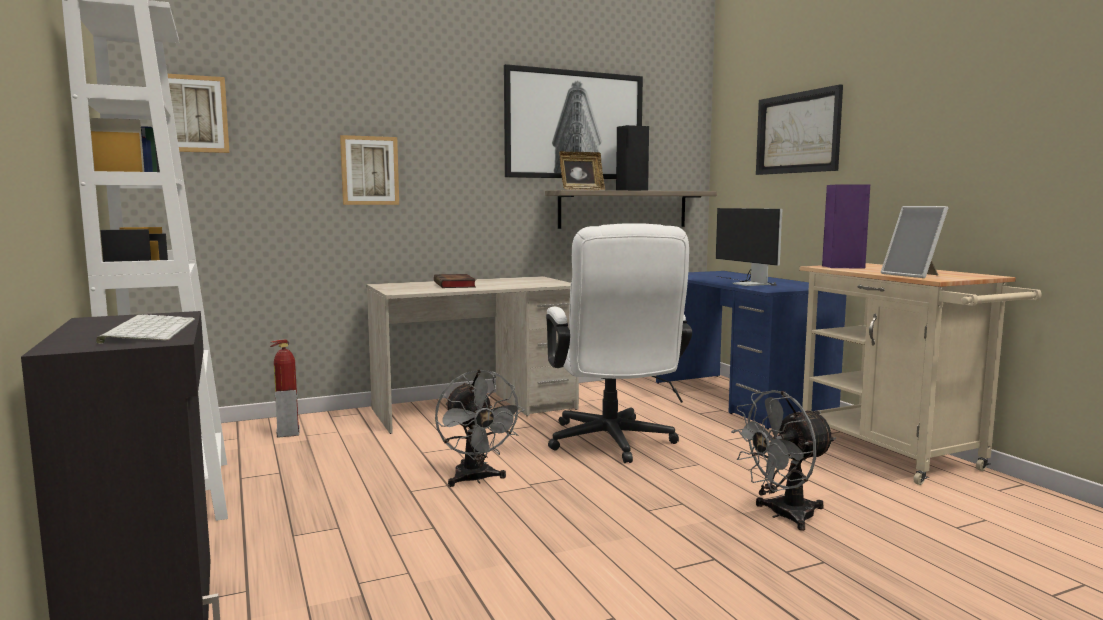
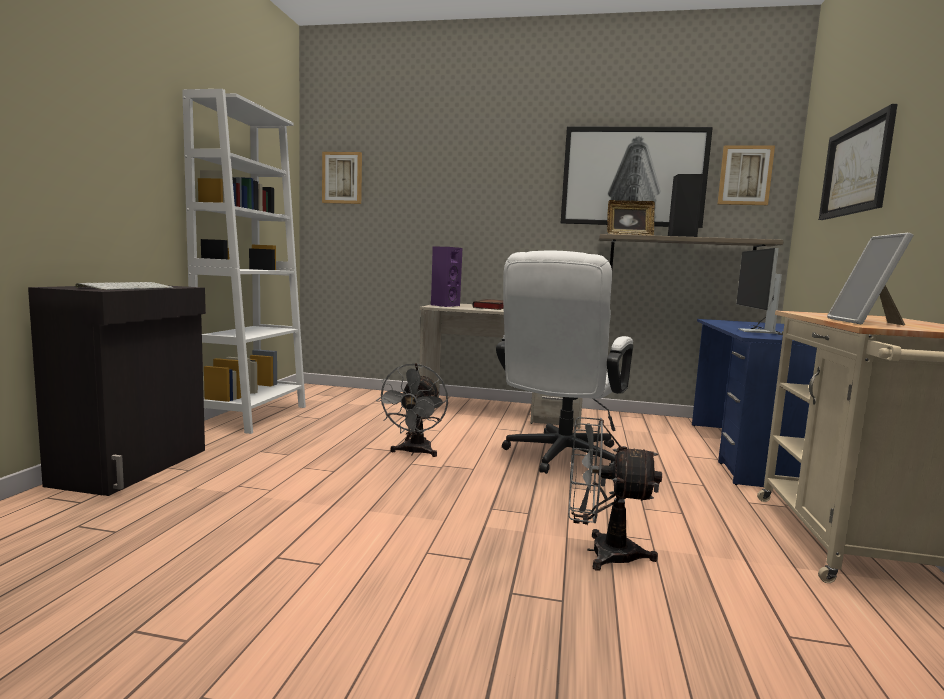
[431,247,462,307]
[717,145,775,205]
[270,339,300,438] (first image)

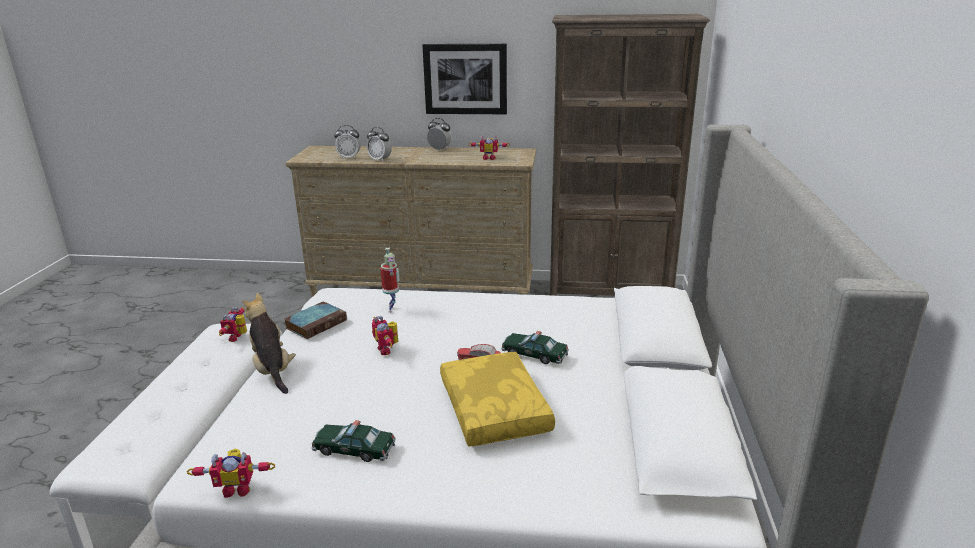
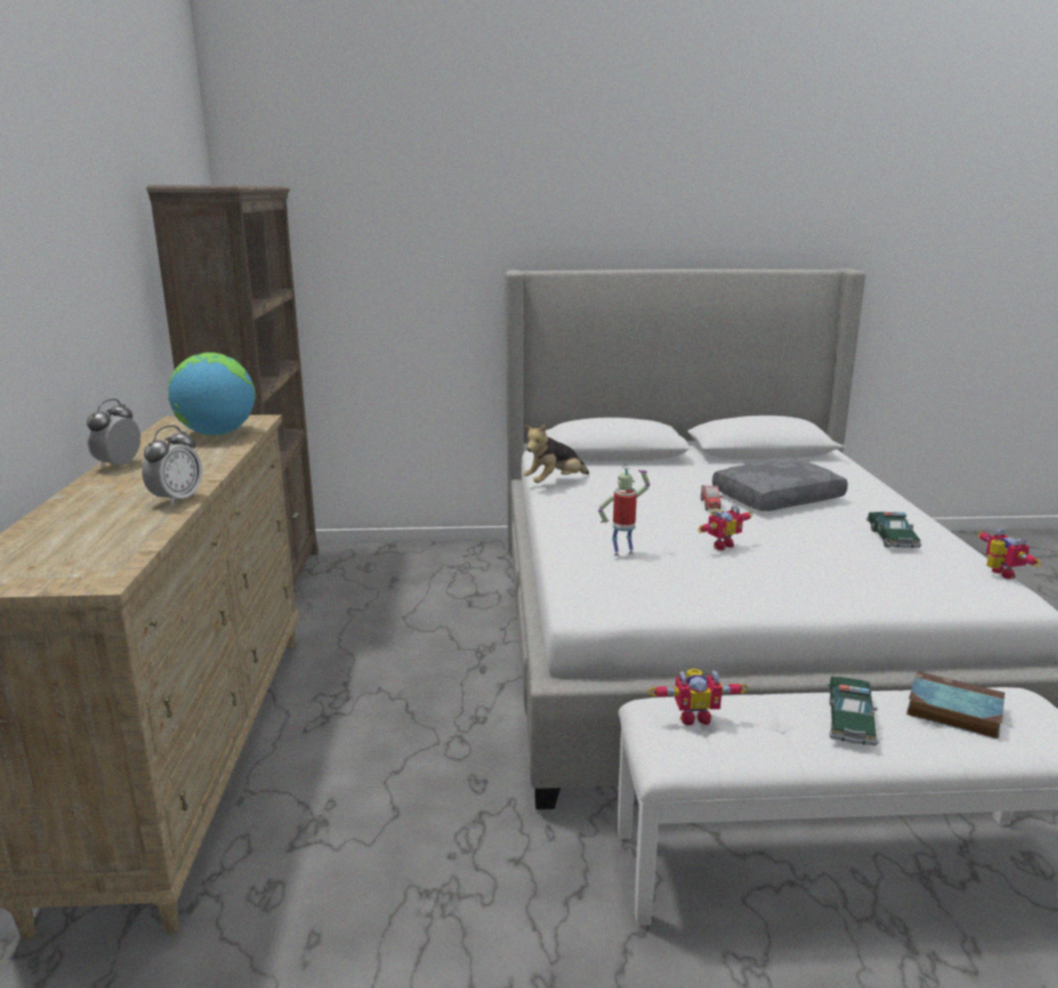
[168,353,255,436]
[523,425,589,483]
[712,458,848,511]
[828,676,878,746]
[906,671,1005,739]
[334,125,361,159] (first image)
[422,44,507,114] (first image)

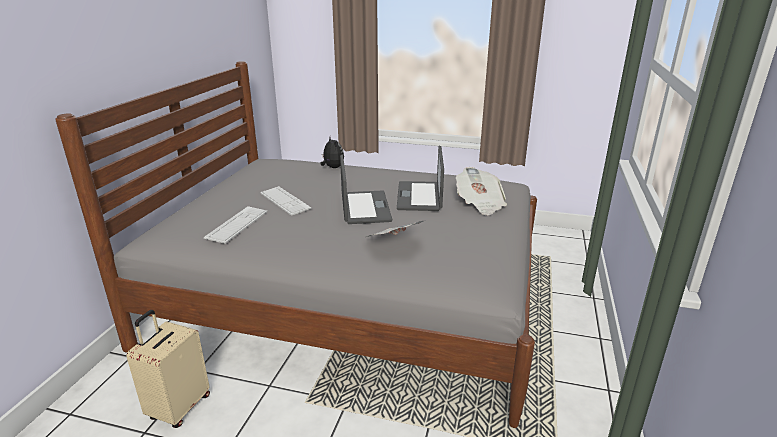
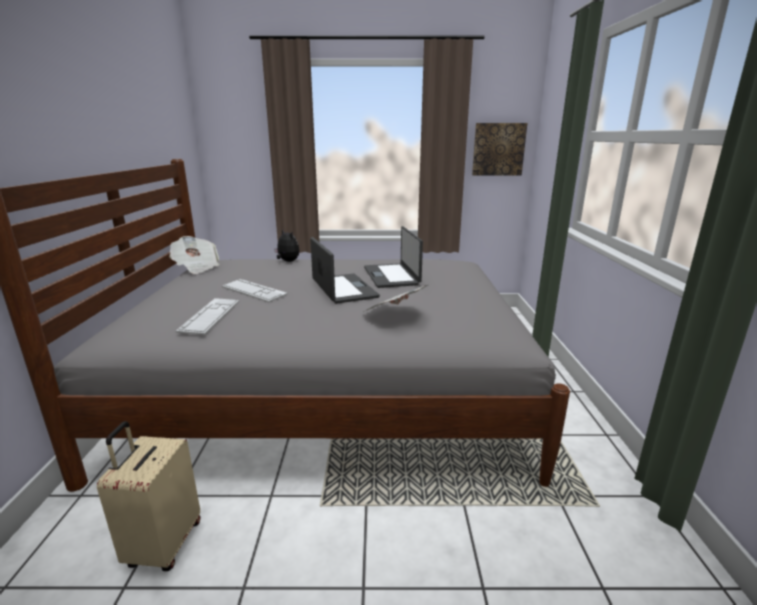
[169,236,219,274]
[472,123,527,175]

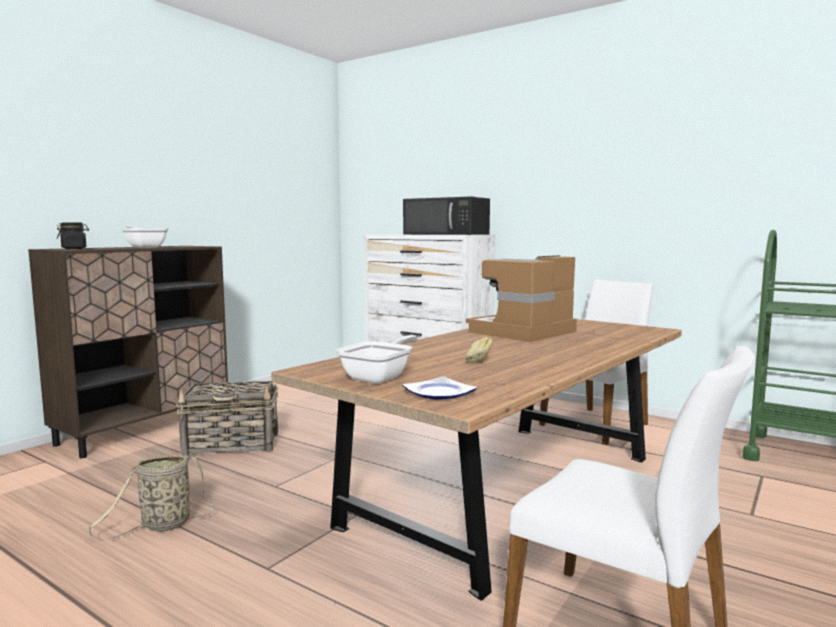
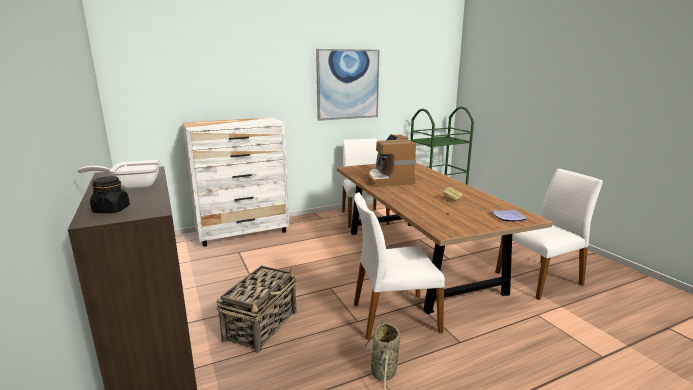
[316,49,379,121]
[354,192,445,340]
[336,335,418,384] (first image)
[403,196,490,235] (first image)

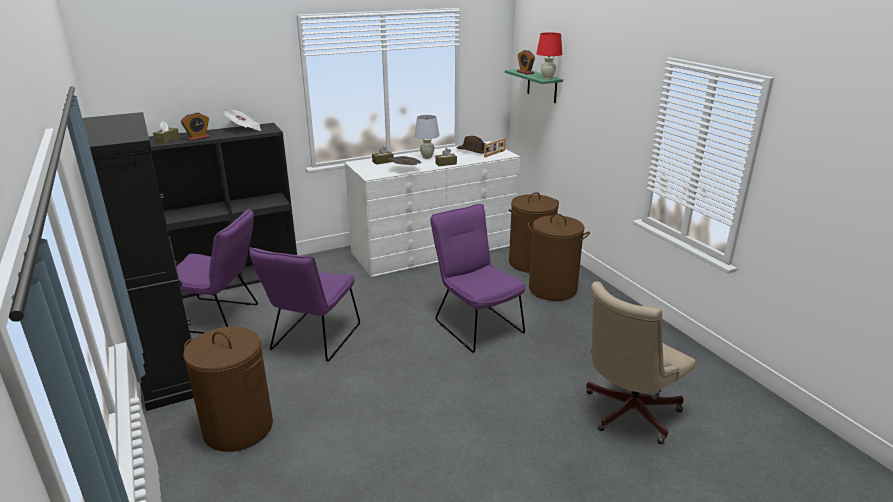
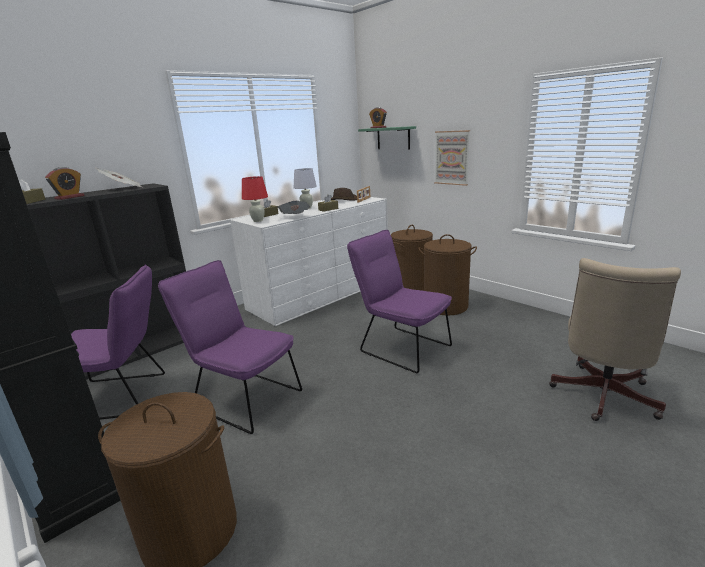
[158,260,302,434]
[242,176,268,222]
[434,130,470,186]

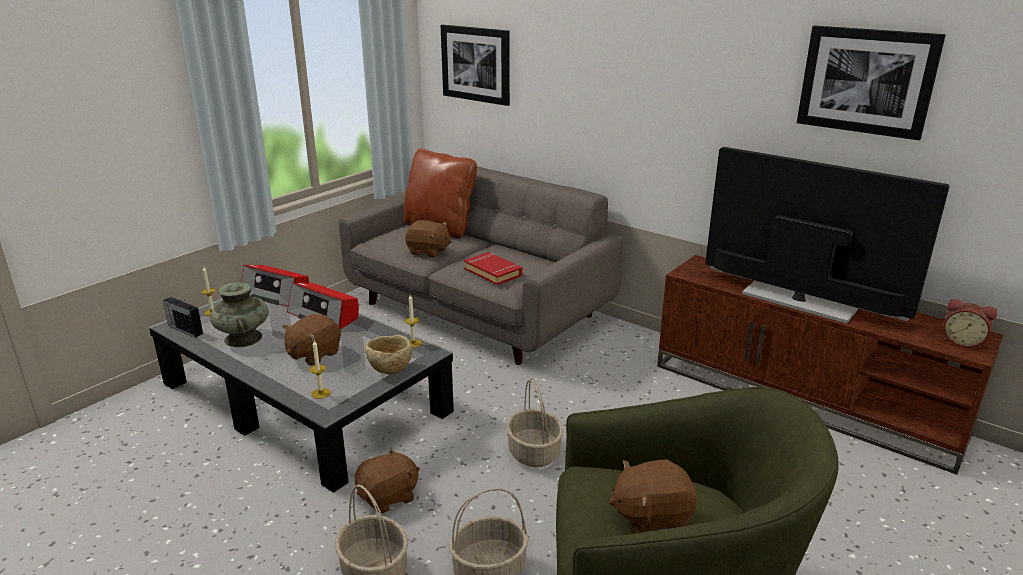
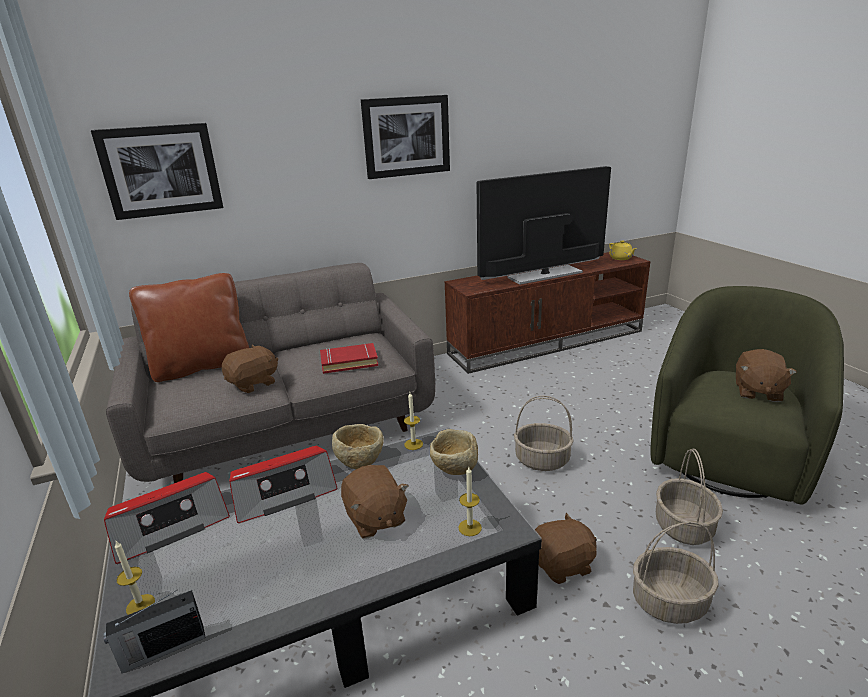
[332,424,384,469]
[361,95,450,179]
[535,512,597,584]
[609,241,637,260]
[210,282,269,347] (first image)

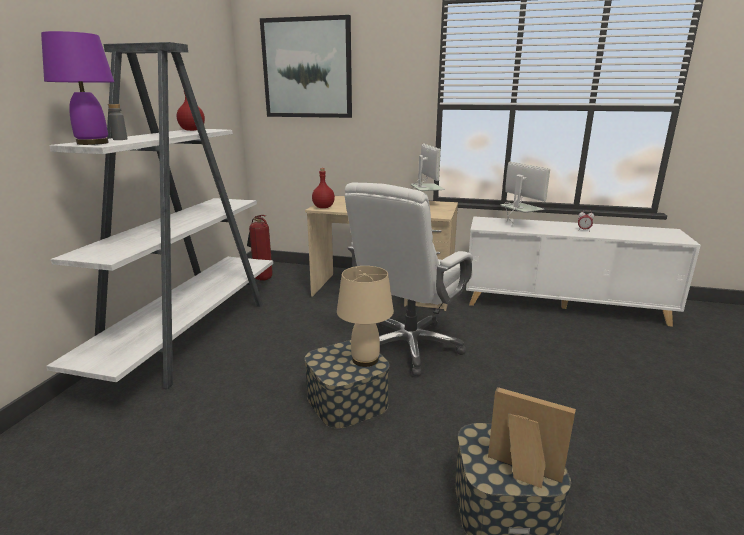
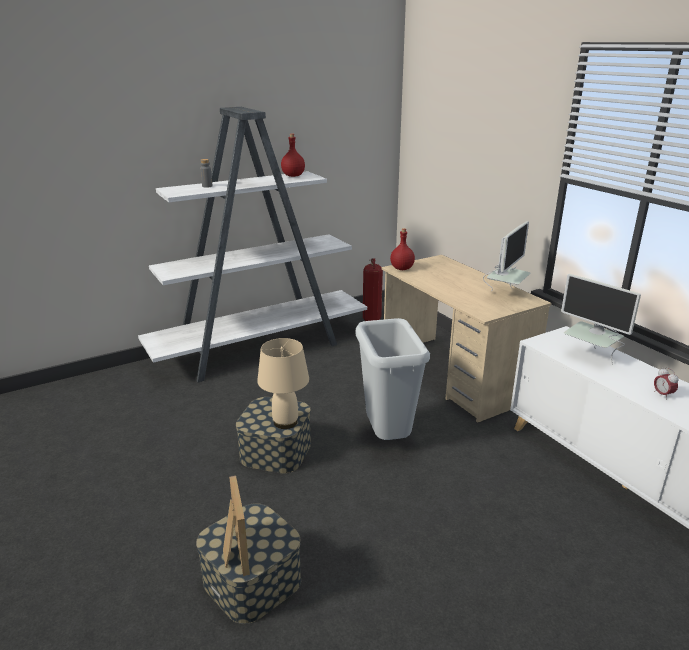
[355,318,430,440]
[561,274,641,365]
[41,31,114,145] (first image)
[260,15,352,118] (first image)

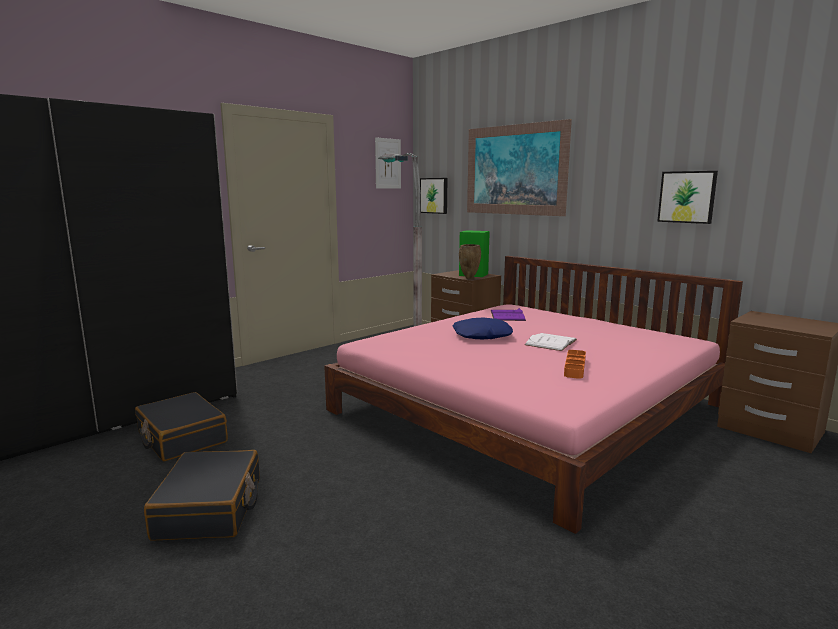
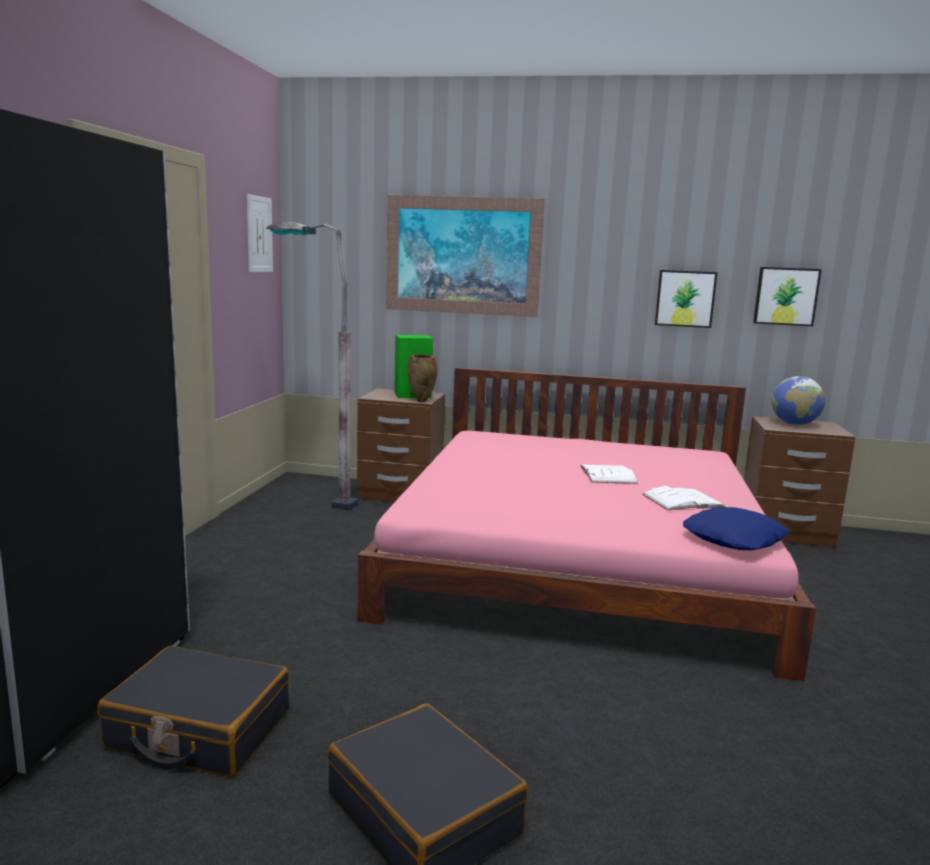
[642,486,725,510]
[683,507,789,550]
[753,267,822,326]
[772,376,825,425]
[491,308,526,321] (first image)

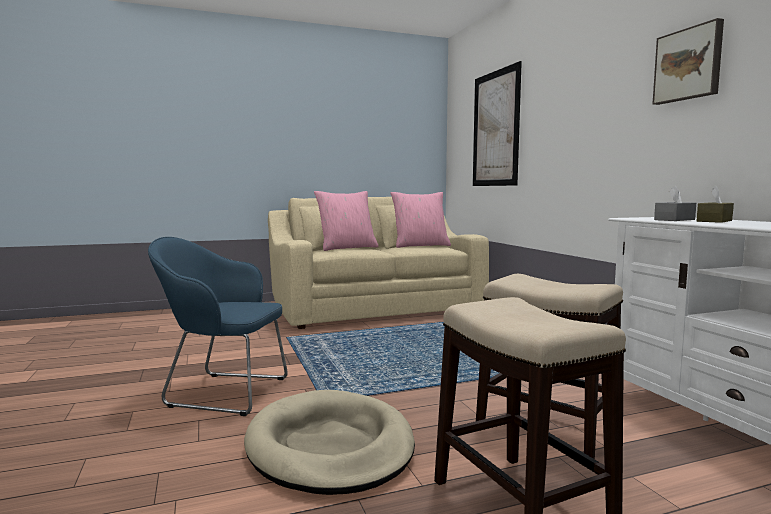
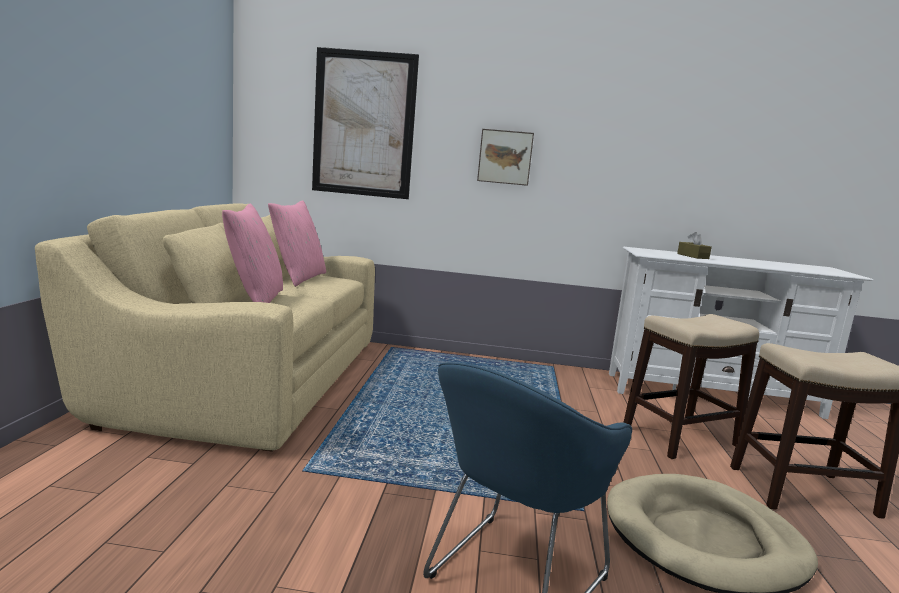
[477,129,534,186]
[654,186,696,221] (first image)

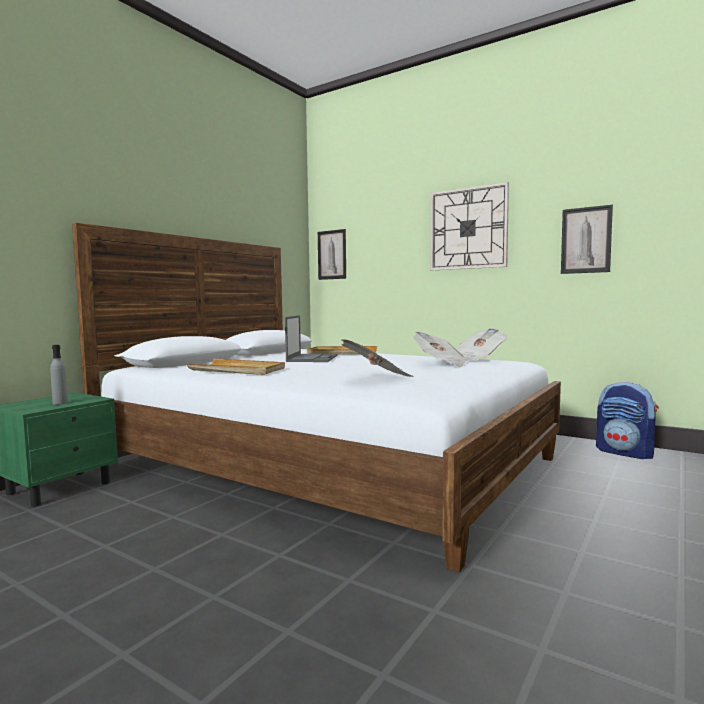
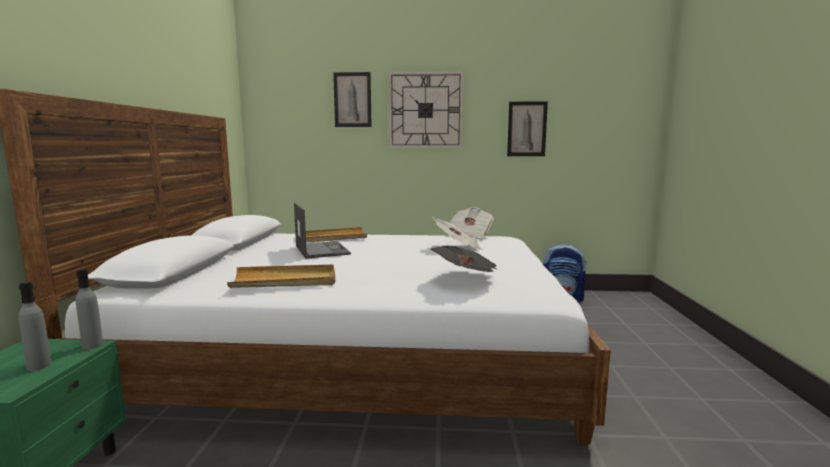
[76,269,103,350]
[333,72,372,127]

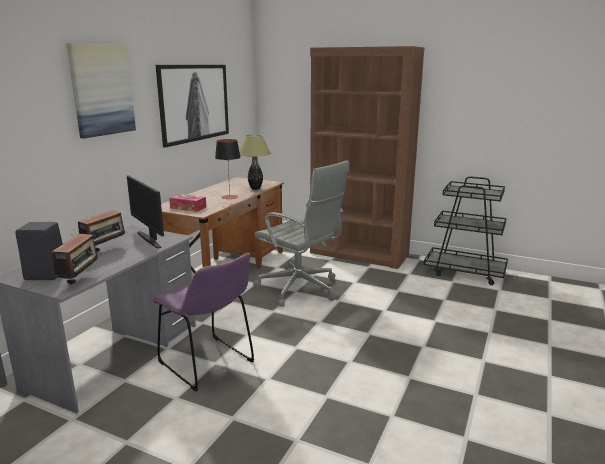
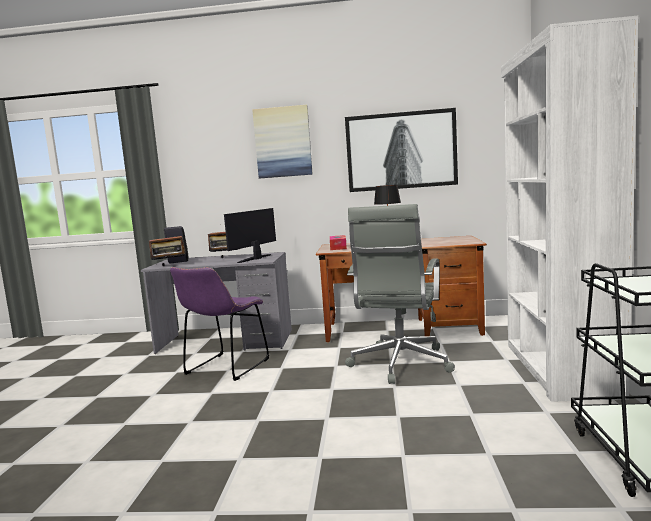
[501,16,638,402]
[239,135,271,190] (first image)

